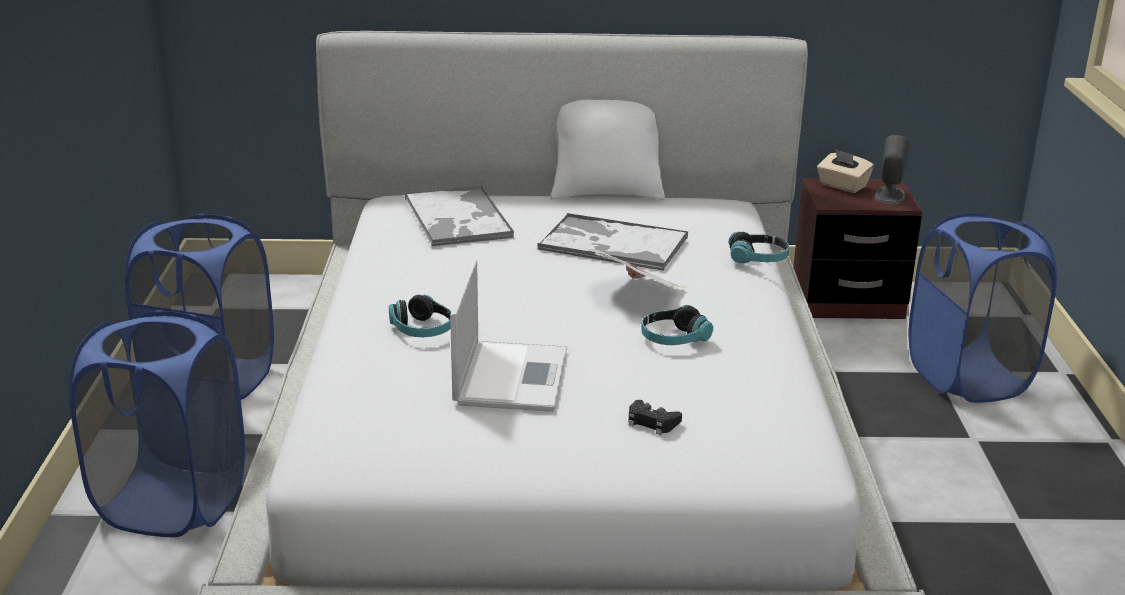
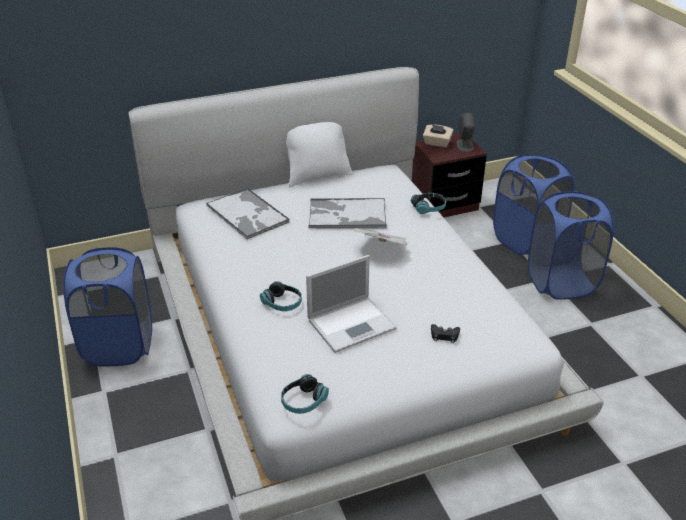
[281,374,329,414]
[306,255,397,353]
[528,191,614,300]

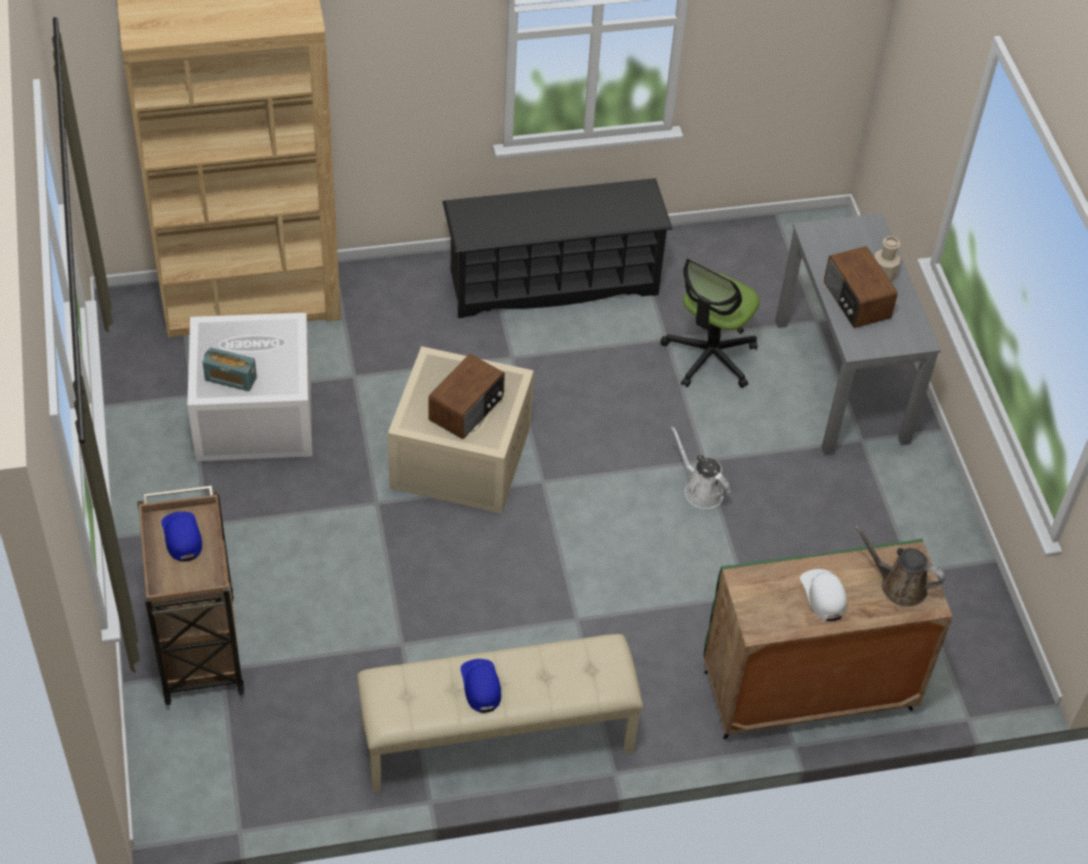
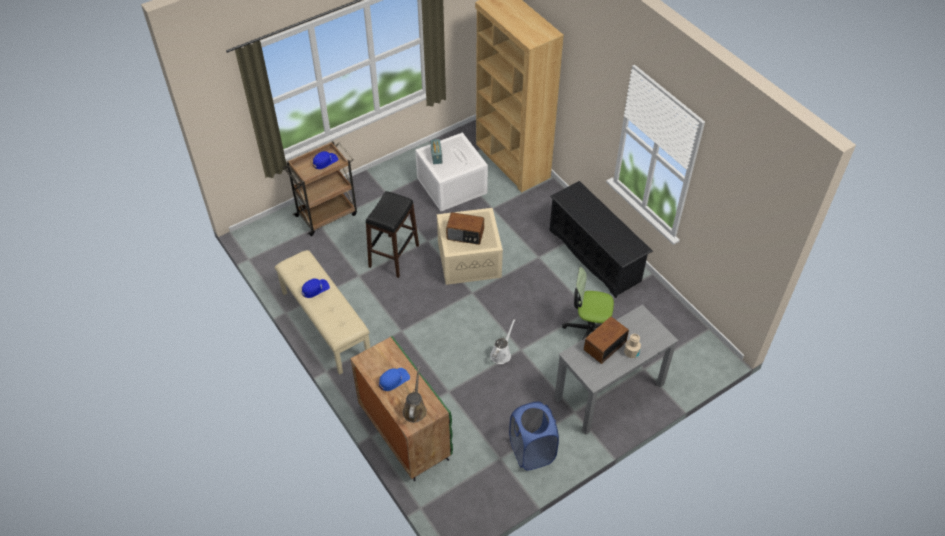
[366,191,419,278]
[379,368,410,391]
[509,402,559,471]

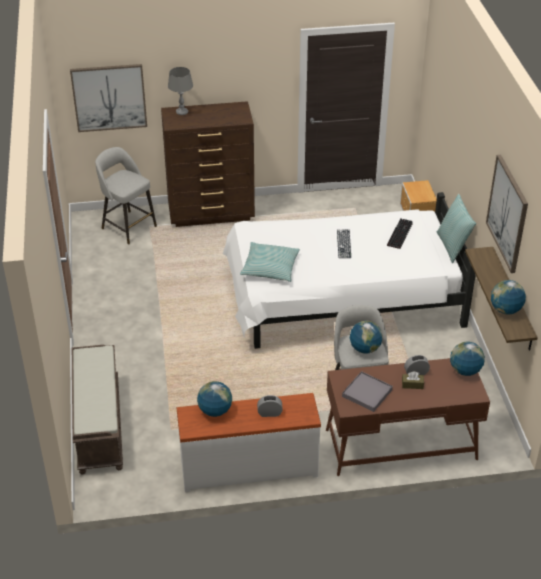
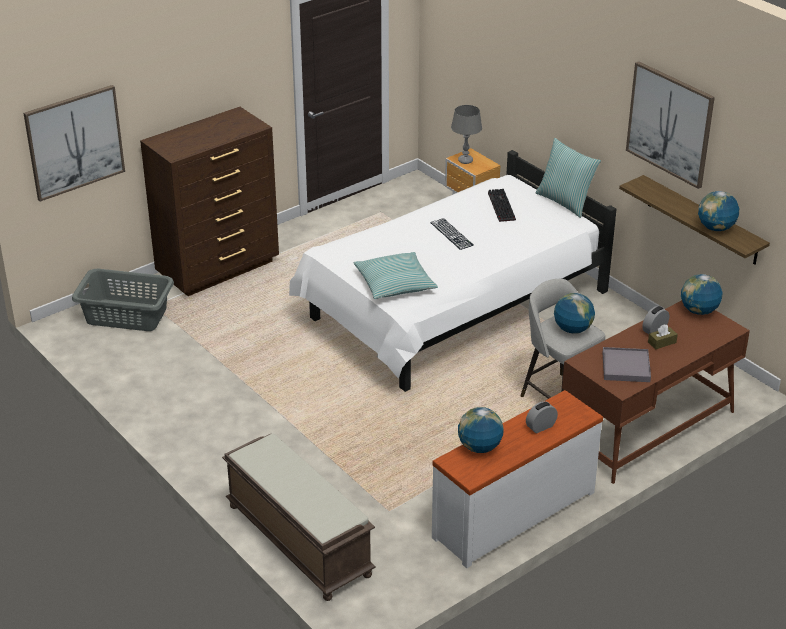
[72,269,174,331]
[451,105,482,164]

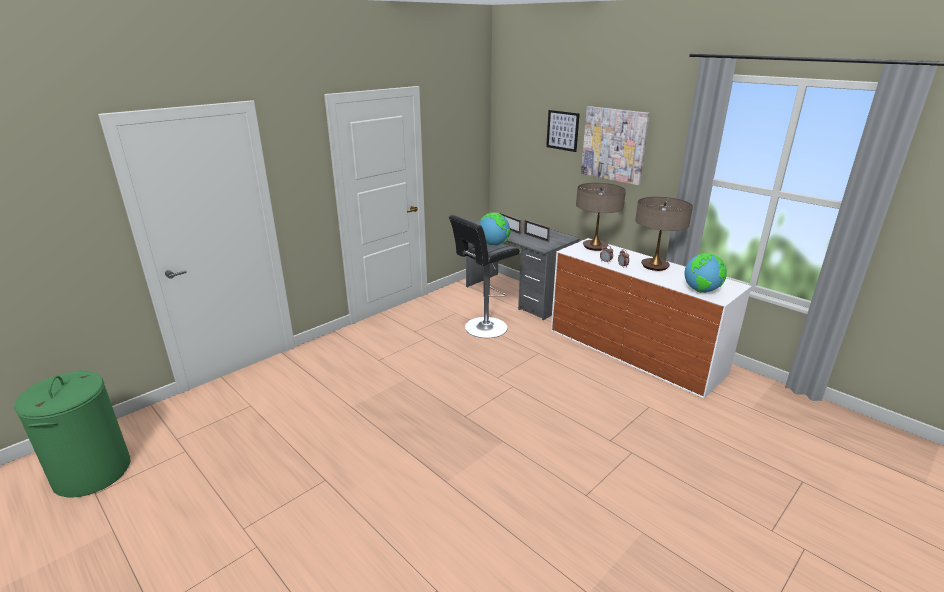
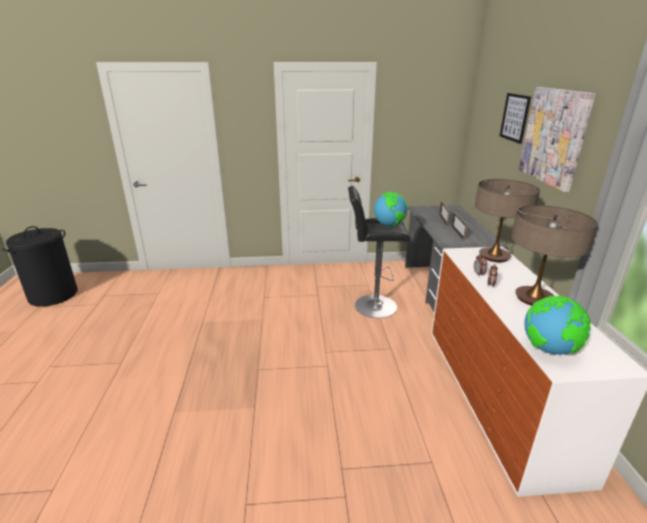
[2,226,78,307]

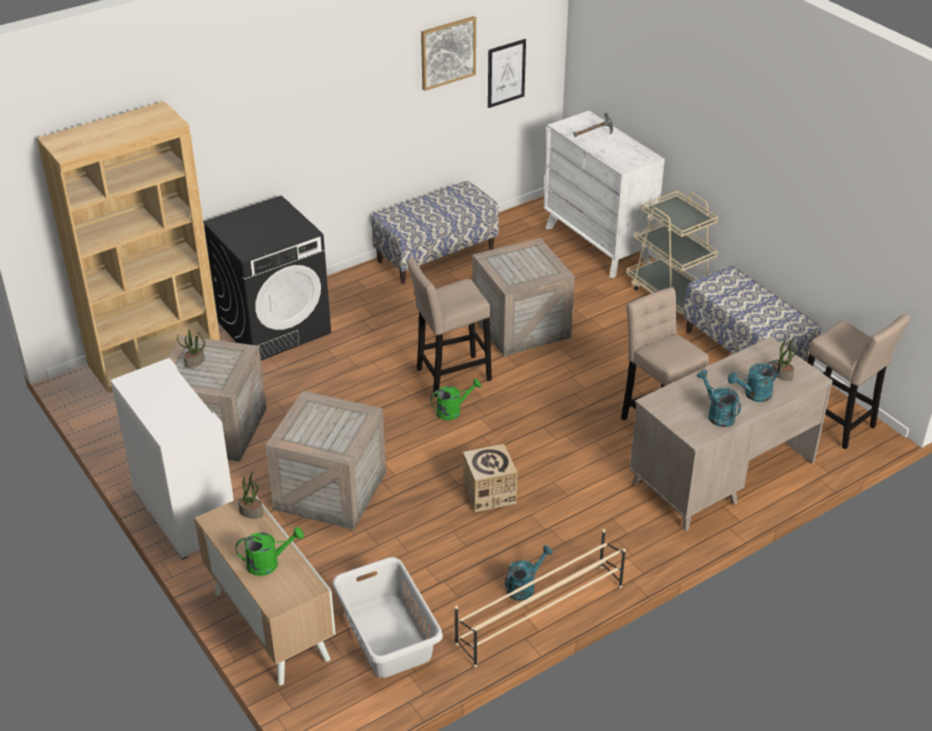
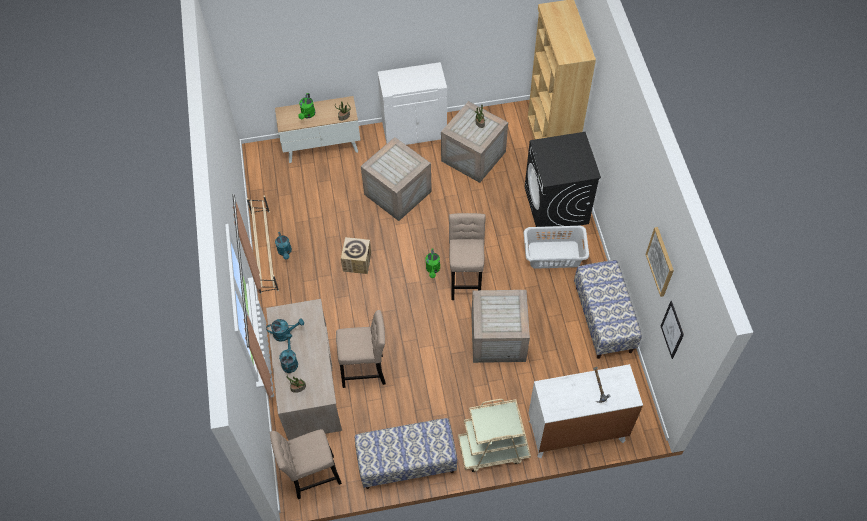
[524,226,589,269]

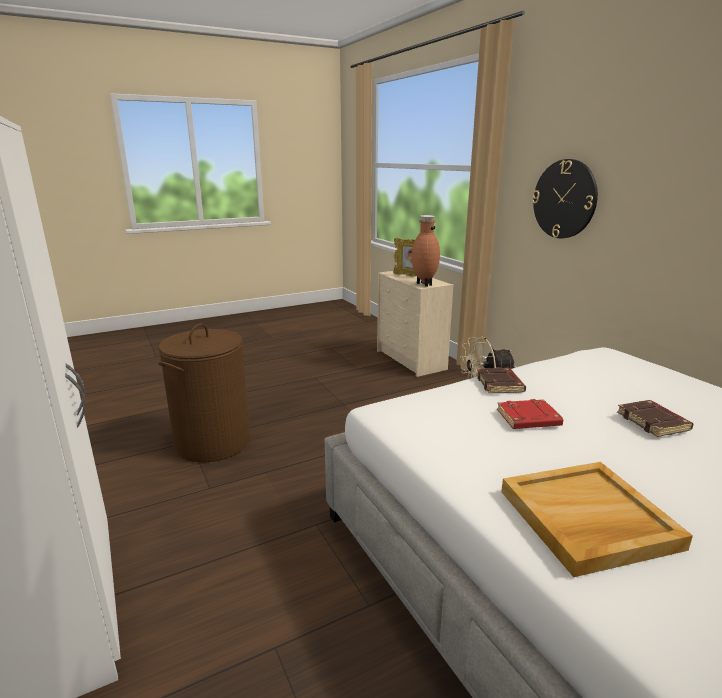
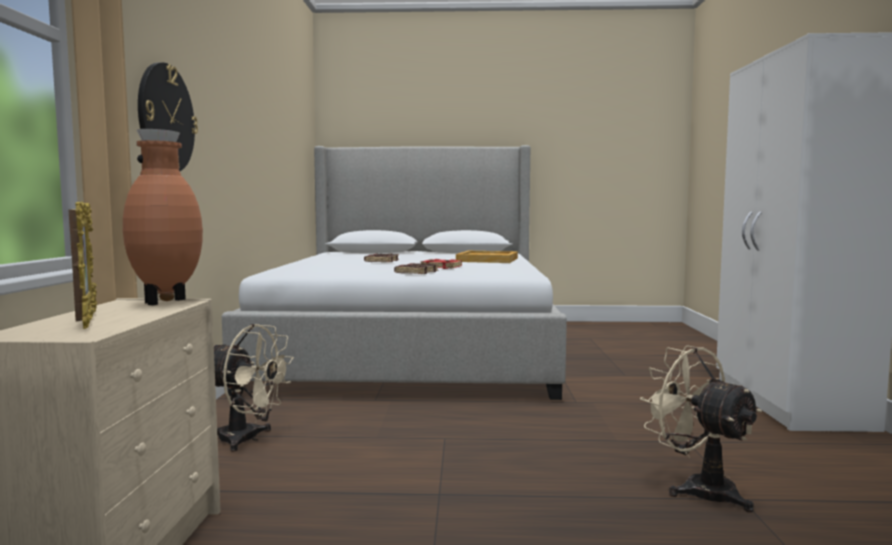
[640,345,762,512]

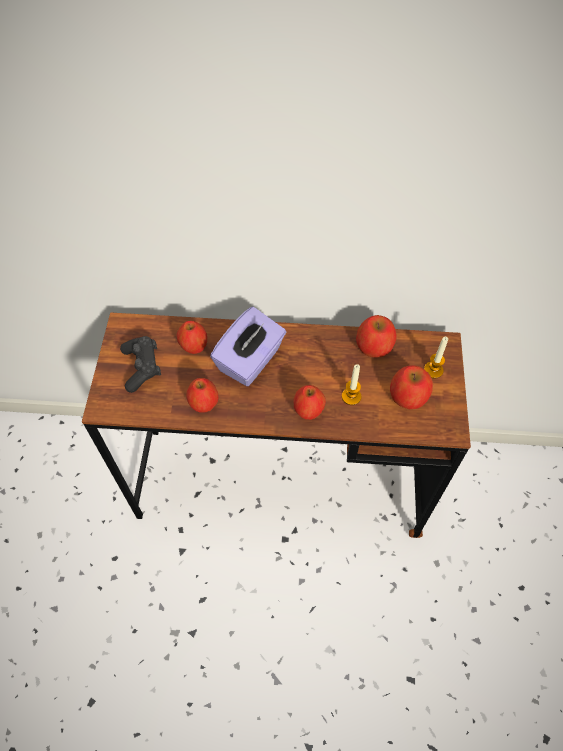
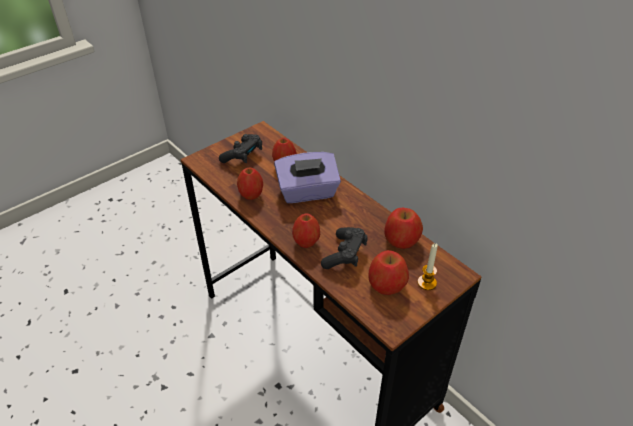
[321,227,368,269]

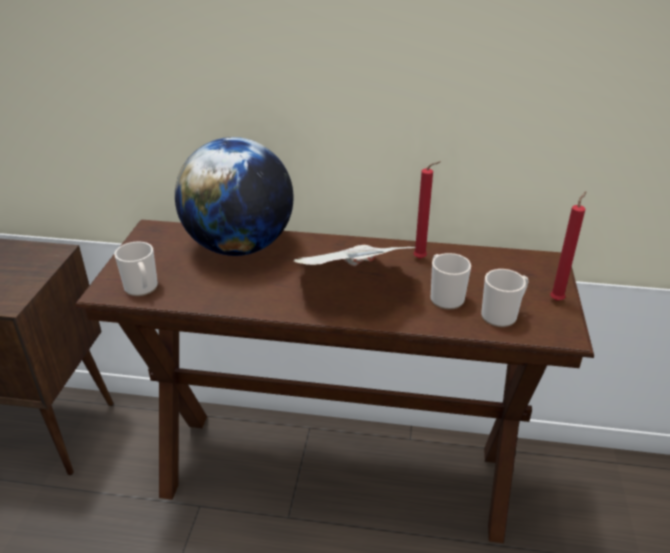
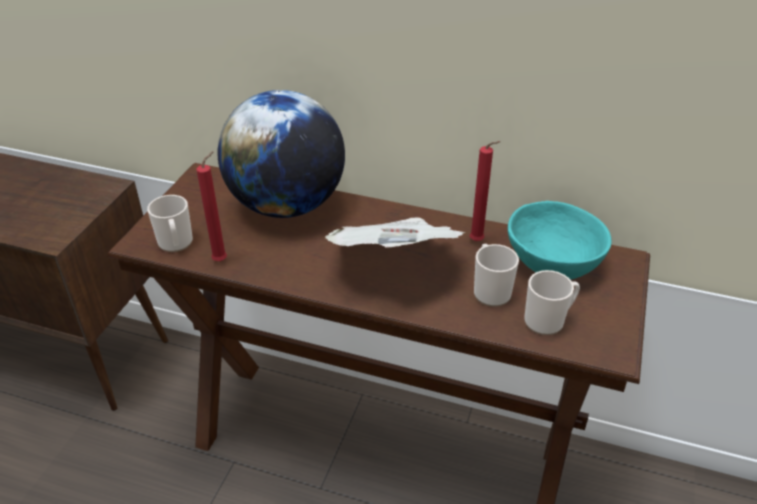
[196,151,227,261]
[508,201,612,280]

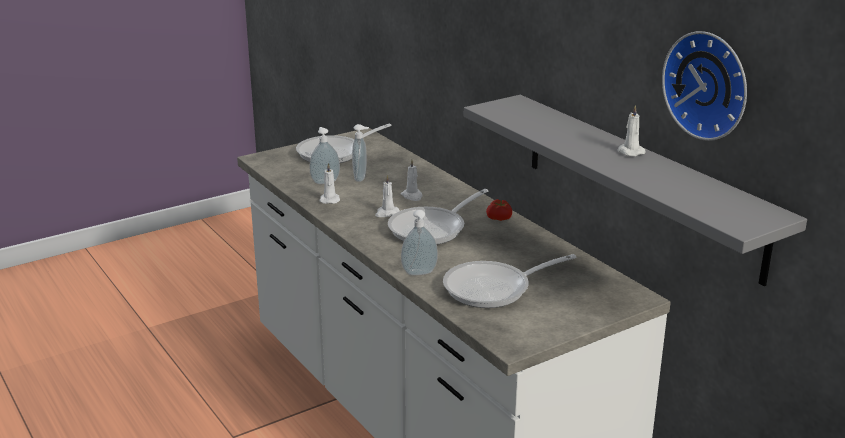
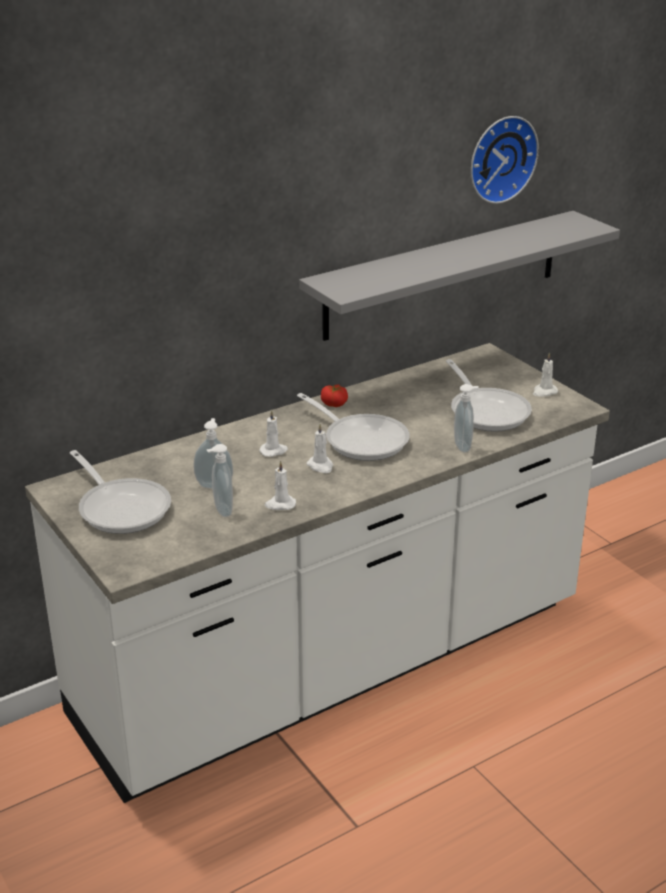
[533,353,558,397]

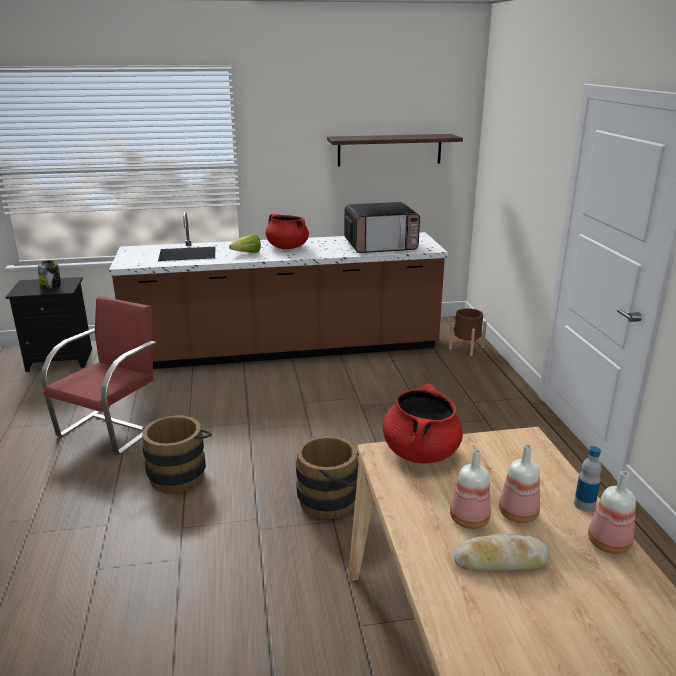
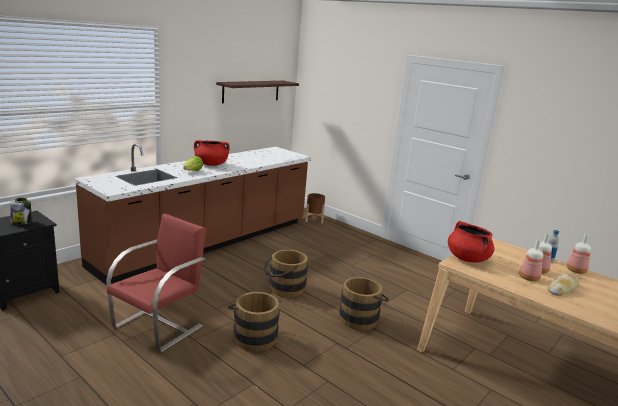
[106,214,206,352]
[264,250,308,297]
[344,202,420,253] (first image)

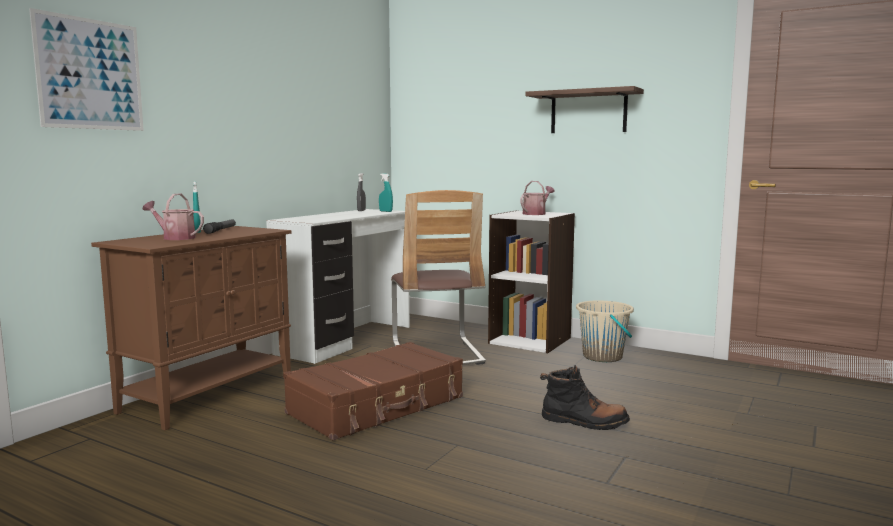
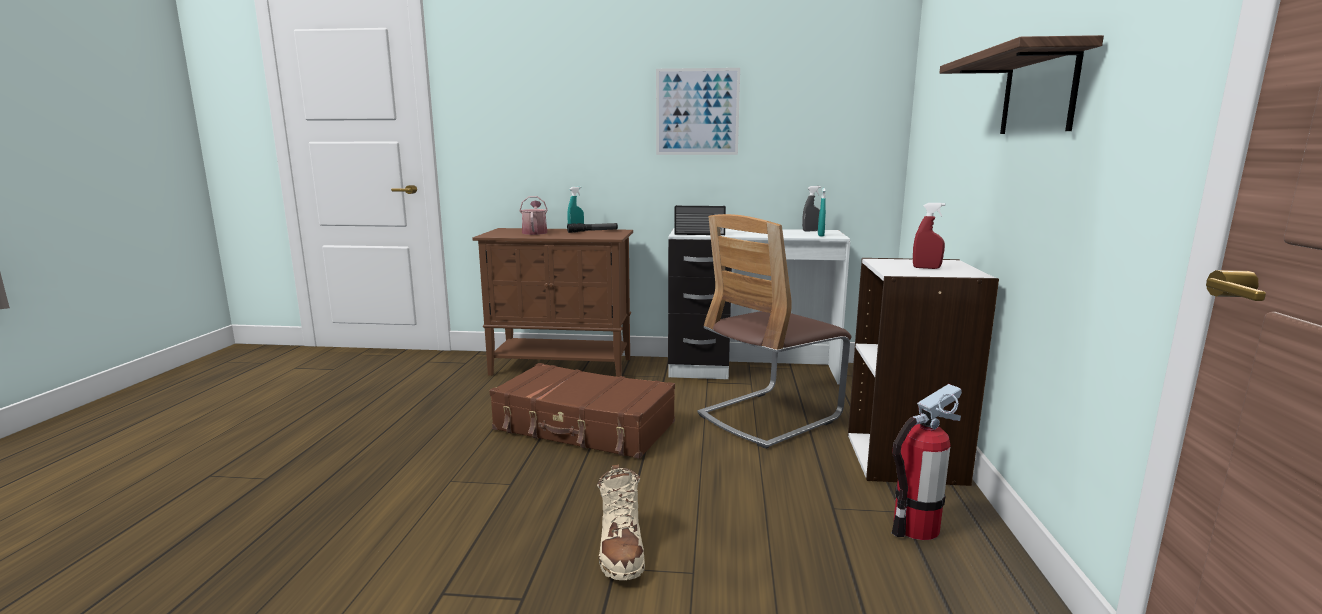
[597,464,645,580]
[656,68,740,155]
[674,205,726,235]
[892,384,962,540]
[913,203,945,269]

